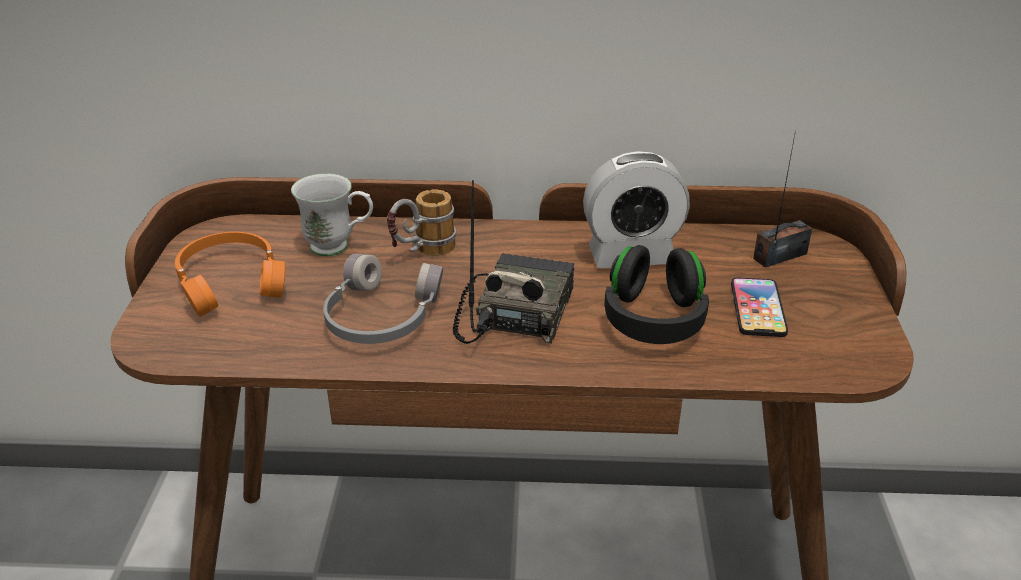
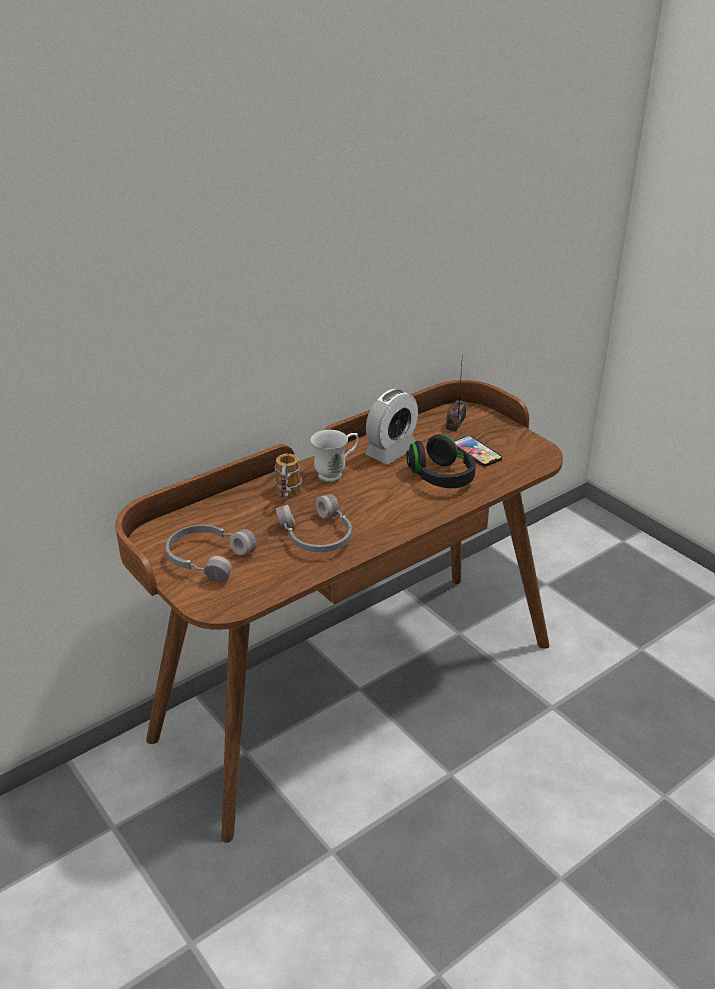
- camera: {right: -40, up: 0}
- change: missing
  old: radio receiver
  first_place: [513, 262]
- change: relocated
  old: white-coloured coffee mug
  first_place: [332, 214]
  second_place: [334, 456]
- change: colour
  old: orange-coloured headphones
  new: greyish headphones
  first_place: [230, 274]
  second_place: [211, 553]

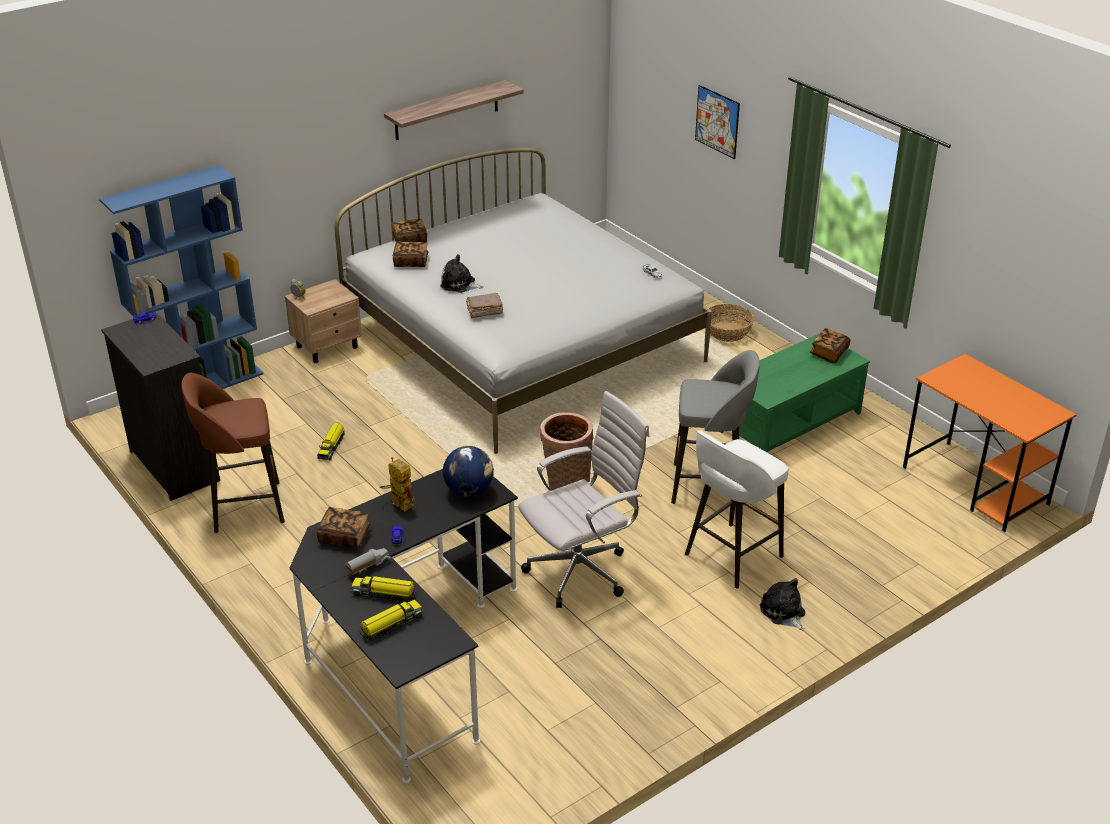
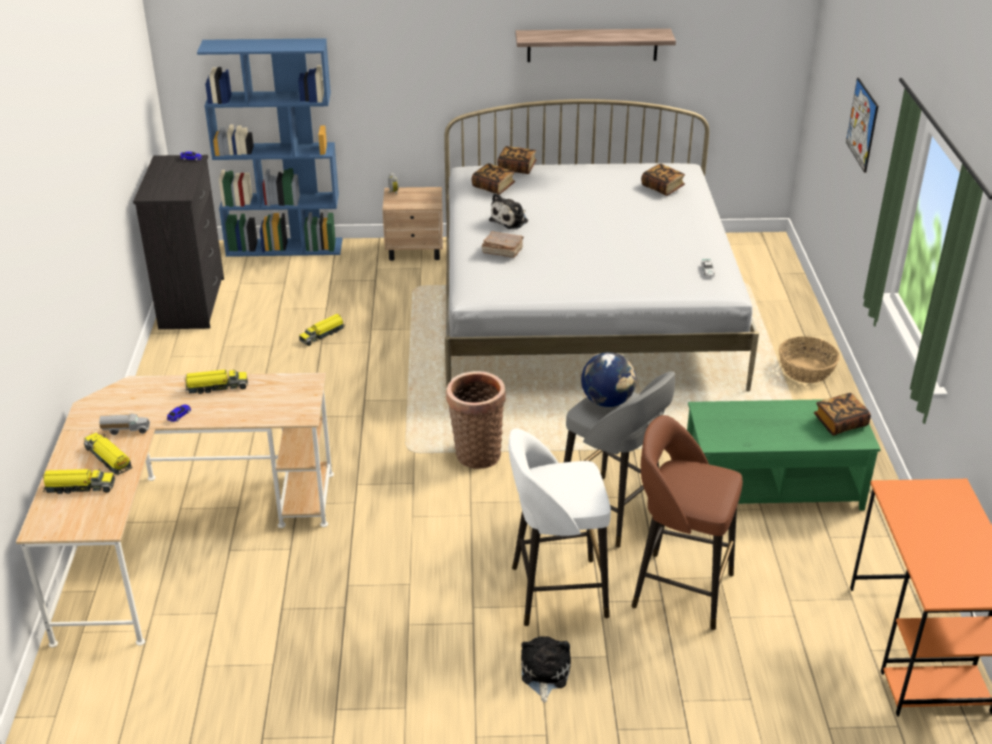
- camera: {right: 35, up: 0}
- change: missing
  old: white-coloured office chair
  first_place: [583, 499]
- change: relocated
  old: brown stool
  first_place: [233, 453]
  second_place: [687, 522]
- change: relocated
  old: bound book
  first_place: [343, 528]
  second_place: [663, 180]
- change: relocated
  old: world globe
  first_place: [468, 471]
  second_place: [608, 379]
- change: exchanged
  old: robot figure
  new: model truck
  first_place: [397, 484]
  second_place: [216, 381]
- change: colour
  old: blackish desk table
  new: beige-coloured desk table
  first_place: [404, 626]
  second_place: [175, 510]
- change: spun
  old: plush toy
  first_place: [462, 273]
  second_place: [508, 211]
  degrees: -105

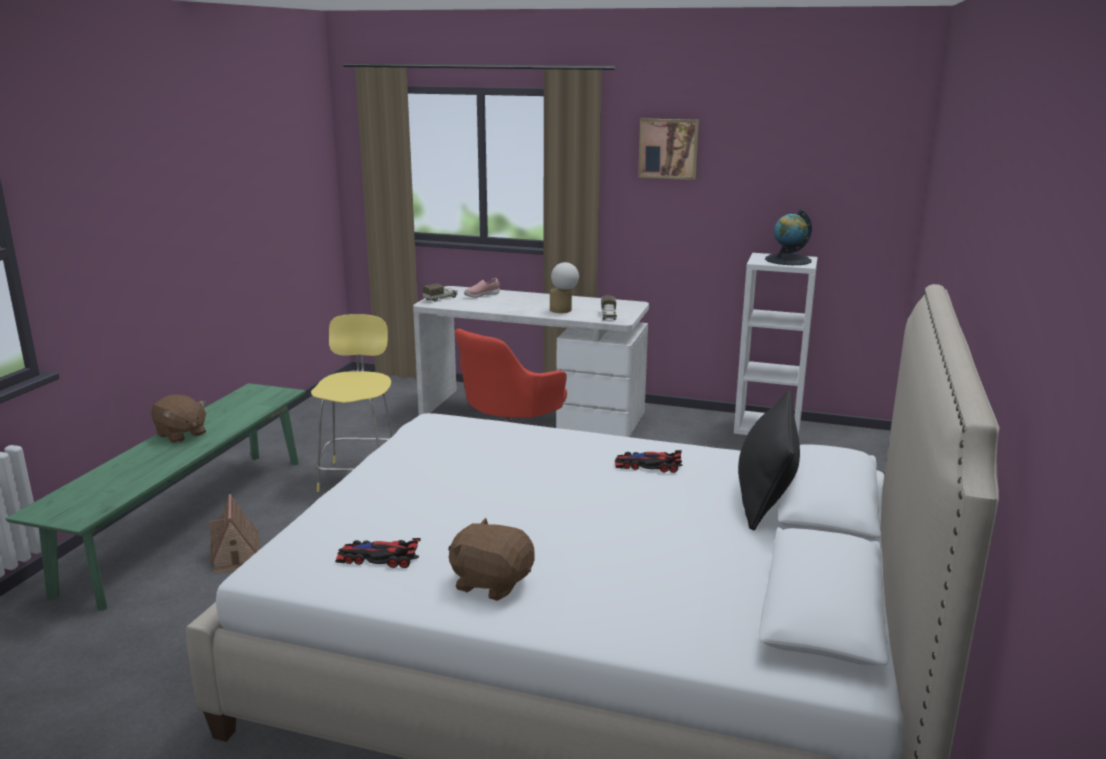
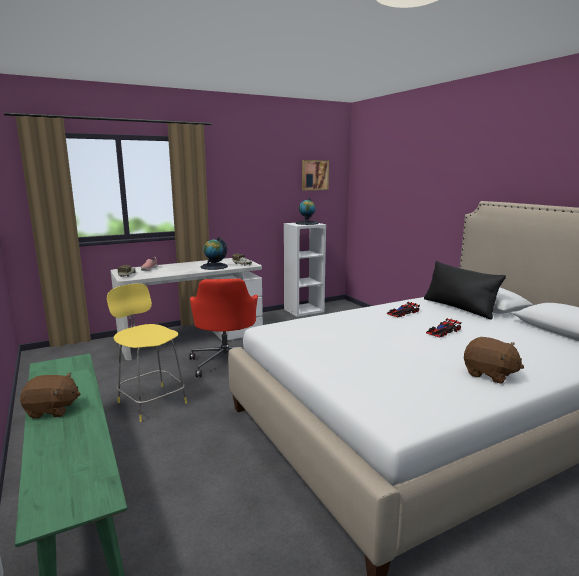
- camera: {right: -45, up: -5}
- change: missing
  old: miniature house
  first_place: [234, 534]
- change: relocated
  old: miniature car
  first_place: [378, 553]
  second_place: [443, 327]
- change: relocated
  old: wall picture
  first_place: [668, 149]
  second_place: [315, 175]
- change: exchanged
  old: tabletop lamp
  new: world globe
  first_place: [564, 287]
  second_place: [214, 253]
- change: spun
  old: brown plush toy
  first_place: [491, 559]
  second_place: [494, 360]
  degrees: -120

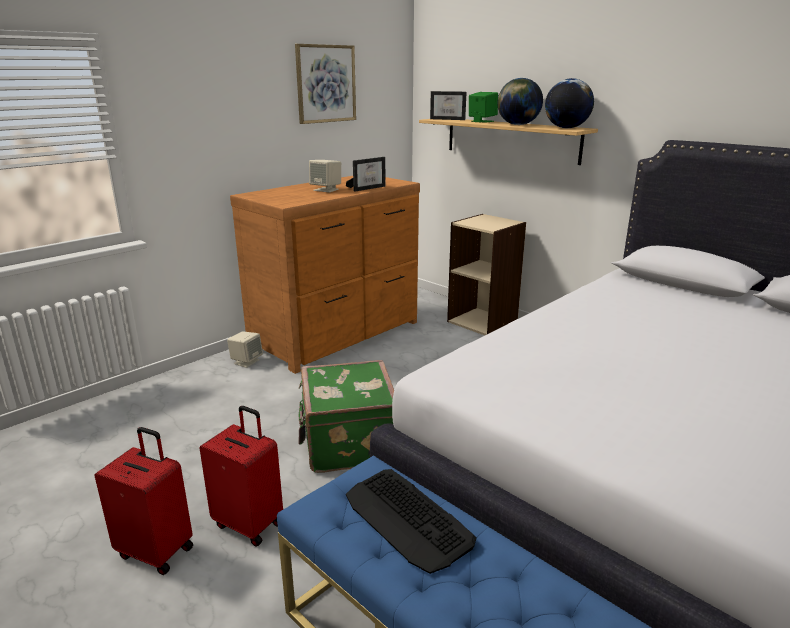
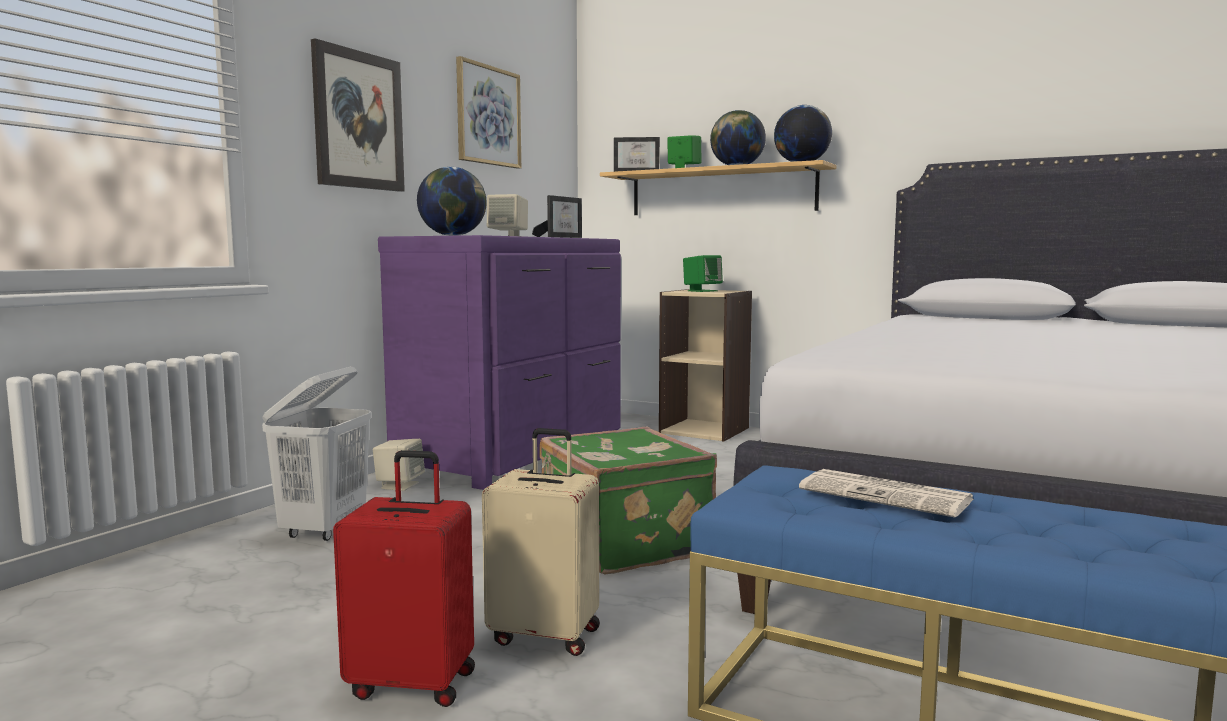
- camera: {right: -15, up: -15}
- change: appeared
  new: white-coloured hamper
  second_place: [316, 453]
- change: appeared
  new: wall picture
  second_place: [358, 115]
- change: appeared
  new: world globe
  second_place: [452, 201]
- change: appeared
  new: greenish speaker
  second_place: [703, 273]
- change: exchanged
  old: keyboard
  new: printed paper
  first_place: [411, 521]
  second_place: [886, 493]
- change: colour
  old: red piece of luggage
  new: beige-coloured piece of luggage
  first_place: [241, 476]
  second_place: [541, 542]
- change: colour
  old: brown chest of drawers
  new: purplish chest of drawers
  first_place: [325, 275]
  second_place: [499, 362]

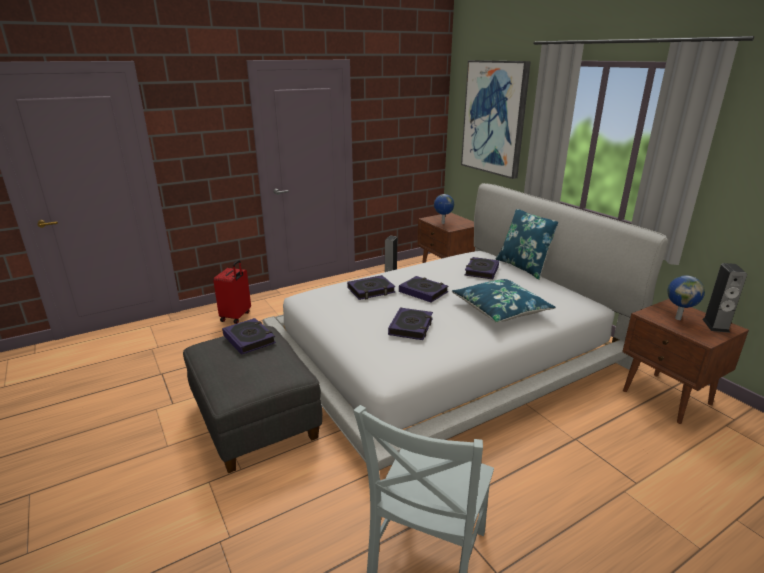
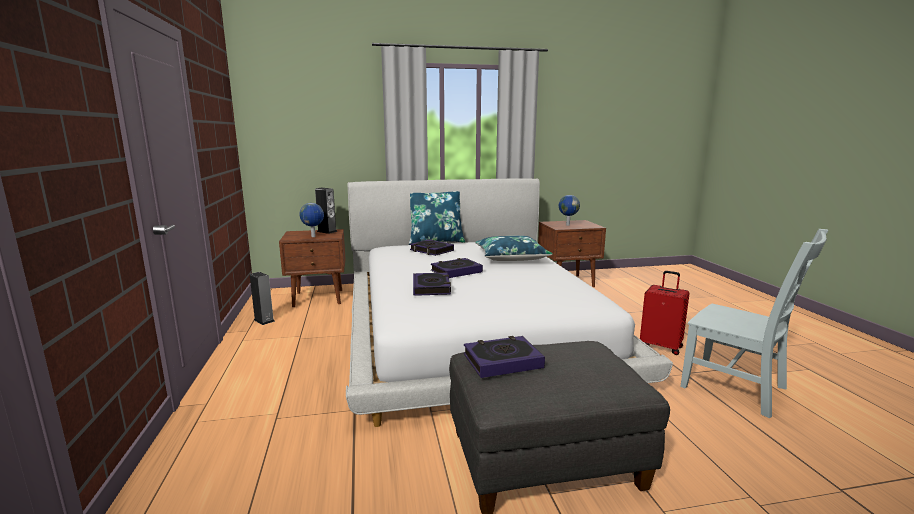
- camera: {right: -70, up: -10}
- change: missing
  old: bound book
  first_place: [410, 324]
- change: missing
  old: wall picture
  first_place: [496, 119]
- change: relocated
  old: red piece of luggage
  first_place: [232, 292]
  second_place: [665, 313]
- change: relocated
  old: speaker
  first_place: [724, 298]
  second_place: [326, 211]

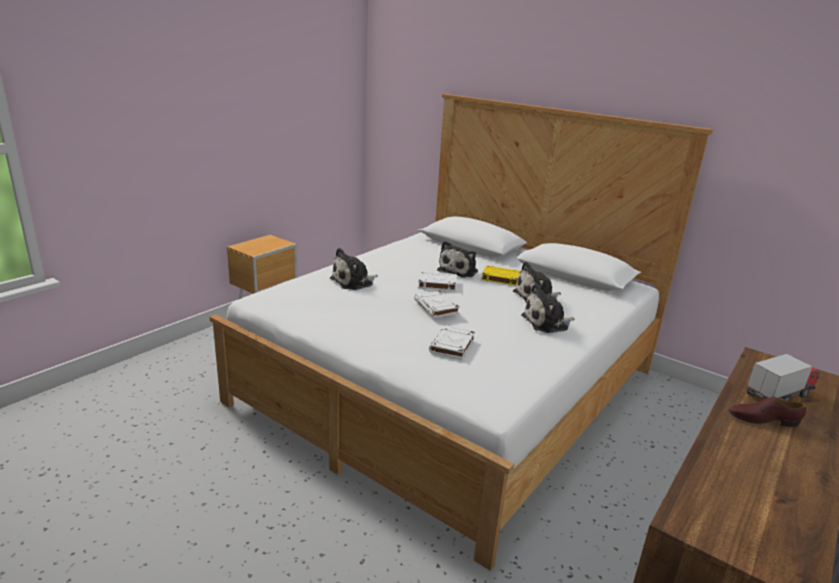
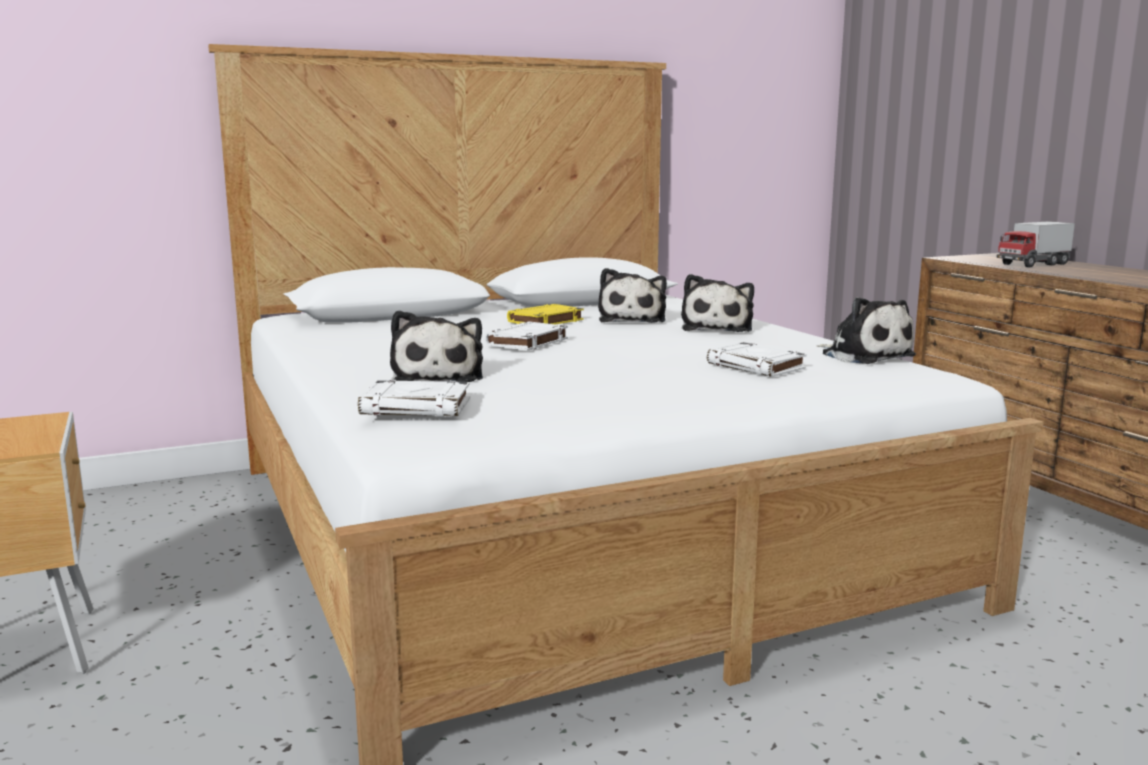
- camera: {right: -60, up: -10}
- change: missing
  old: brown item of footwear
  first_place: [767, 412]
- change: relocated
  old: white-coloured bound book
  first_place: [437, 304]
  second_place: [414, 398]
- change: relocated
  old: plush toy
  first_place: [457, 259]
  second_place: [866, 330]
- change: spun
  old: model truck
  first_place: [783, 377]
  second_place: [1035, 244]
  degrees: -120

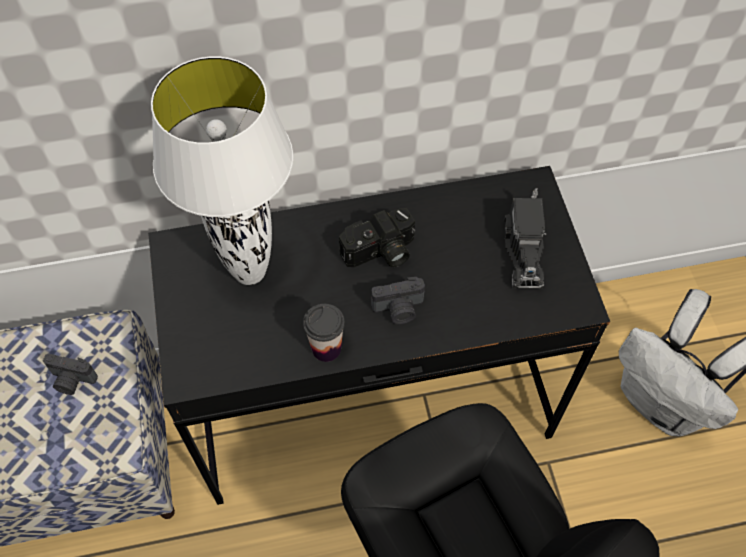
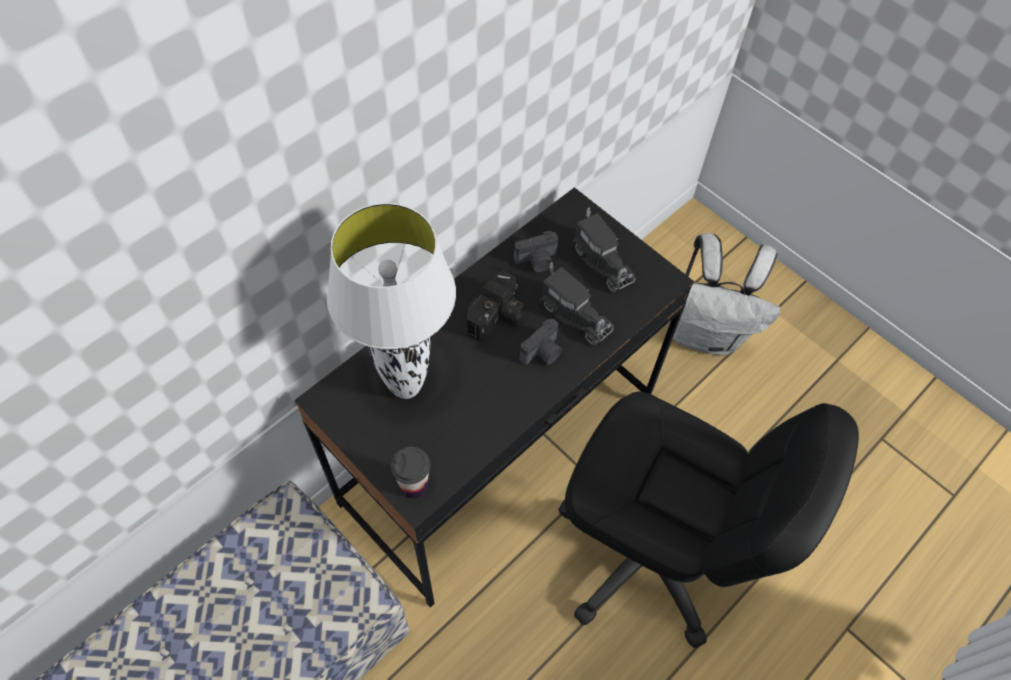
- camera: {right: -35, up: 0}
- change: appeared
  new: model truck
  second_place: [576, 304]
- change: relocated
  old: still camera
  first_place: [70, 374]
  second_place: [536, 251]
- change: relocated
  old: drinking cup
  first_place: [324, 333]
  second_place: [410, 473]

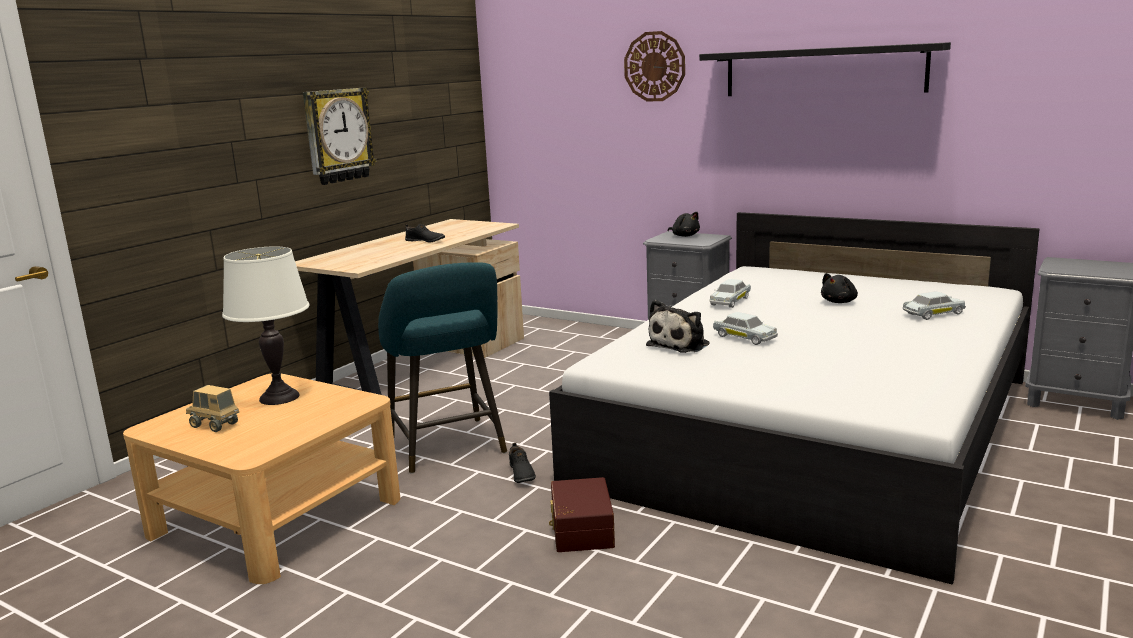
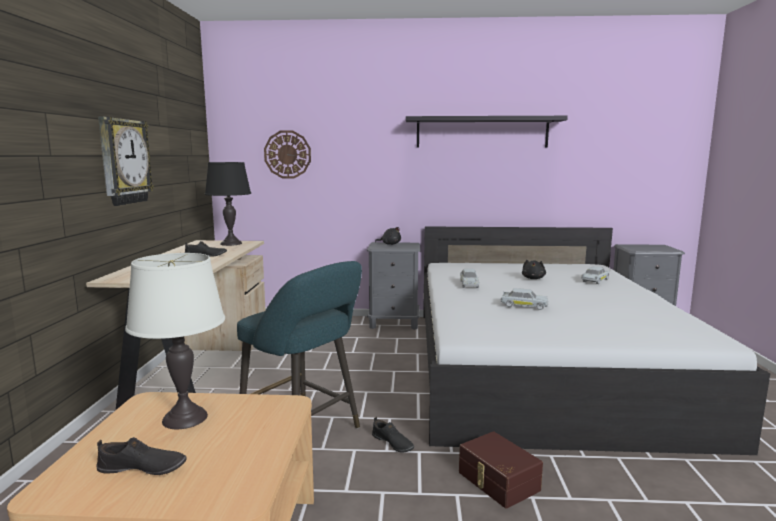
- camera: {right: -30, up: -5}
- change: missing
  old: plush toy
  first_place: [678, 326]
- change: appeared
  new: blackish tabletop lamp
  second_place: [228, 204]
- change: relocated
  old: wall clock
  first_place: [654, 66]
  second_place: [287, 154]
- change: exchanged
  old: model truck
  new: blackish item of footwear
  first_place: [212, 408]
  second_place: [141, 456]

